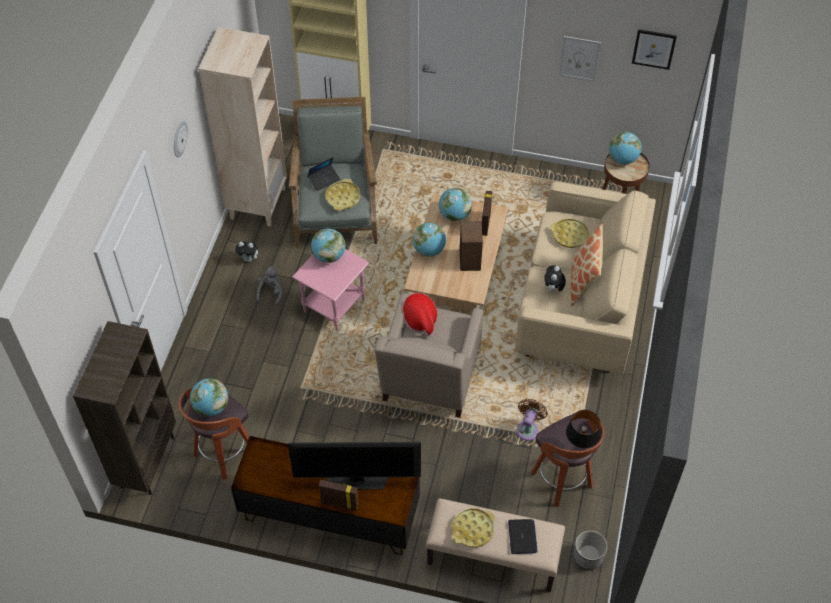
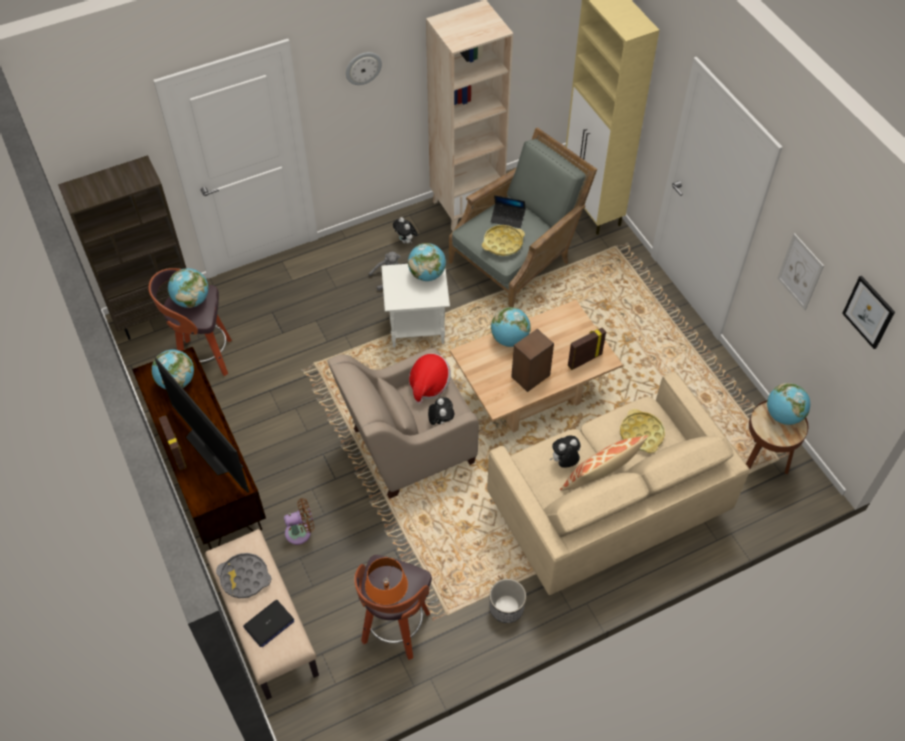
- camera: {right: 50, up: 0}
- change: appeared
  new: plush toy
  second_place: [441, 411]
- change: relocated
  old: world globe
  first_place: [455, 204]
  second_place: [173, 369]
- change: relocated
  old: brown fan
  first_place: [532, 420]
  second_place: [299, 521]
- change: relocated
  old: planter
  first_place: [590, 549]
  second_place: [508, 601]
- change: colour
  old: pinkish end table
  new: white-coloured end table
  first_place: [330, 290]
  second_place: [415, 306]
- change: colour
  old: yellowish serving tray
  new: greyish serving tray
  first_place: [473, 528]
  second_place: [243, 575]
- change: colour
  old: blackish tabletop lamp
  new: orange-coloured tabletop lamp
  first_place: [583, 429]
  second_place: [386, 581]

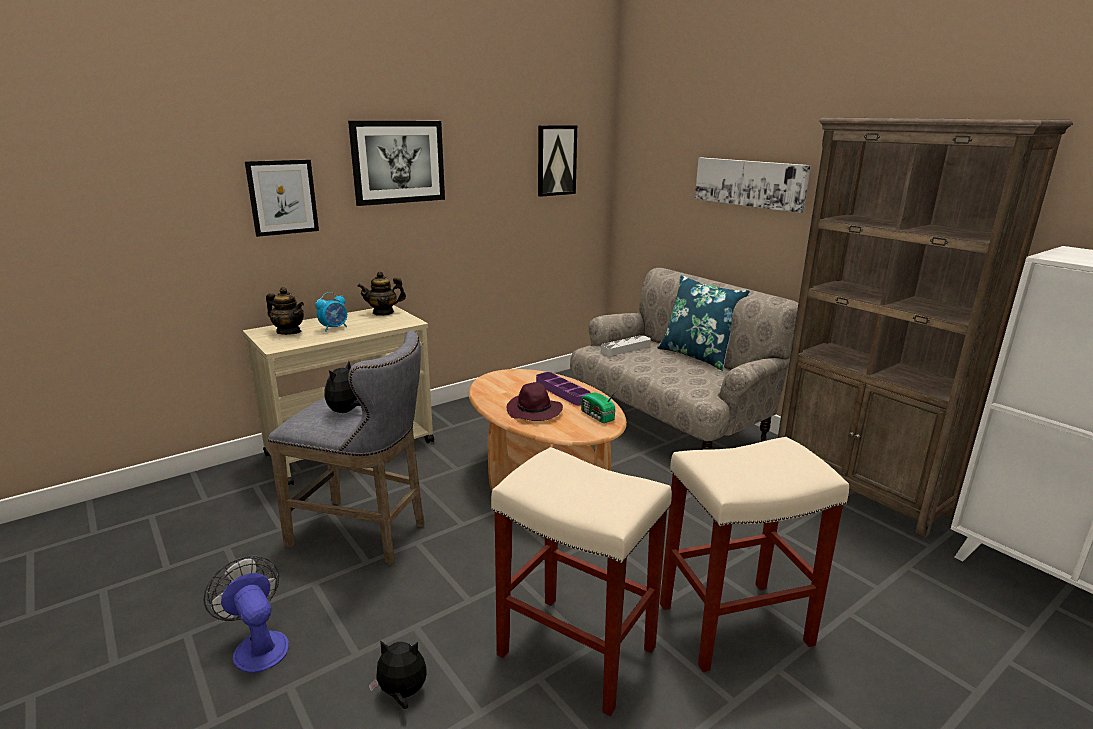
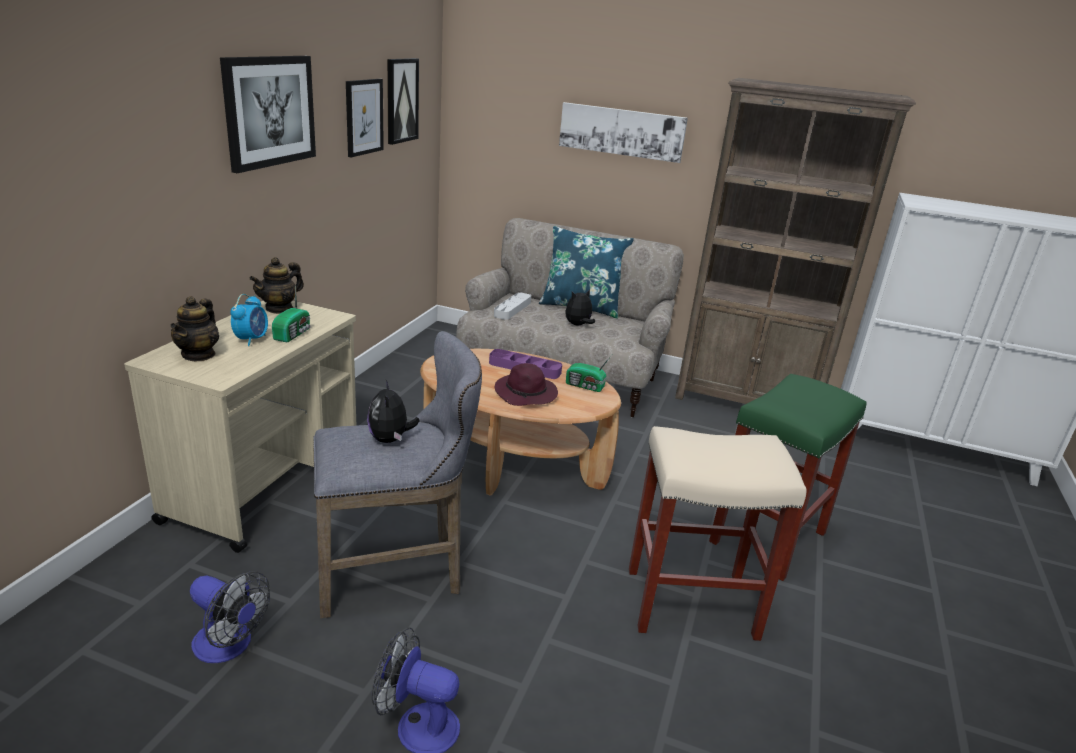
- camera: {right: -35, up: 5}
- change: appeared
  new: fan
  second_place: [230, 617]
- change: appeared
  new: radio receiver
  second_place: [291, 313]
- change: relocated
  old: wall picture
  first_place: [282, 198]
  second_place: [365, 118]
- change: relocated
  old: plush toy
  first_place: [398, 674]
  second_place: [580, 307]
- change: colour
  old: beige-coloured stool
  new: greenish stool
  first_place: [754, 554]
  second_place: [788, 477]
- change: spun
  old: pot for tea
  first_place: [285, 311]
  second_place: [194, 328]
  degrees: 105

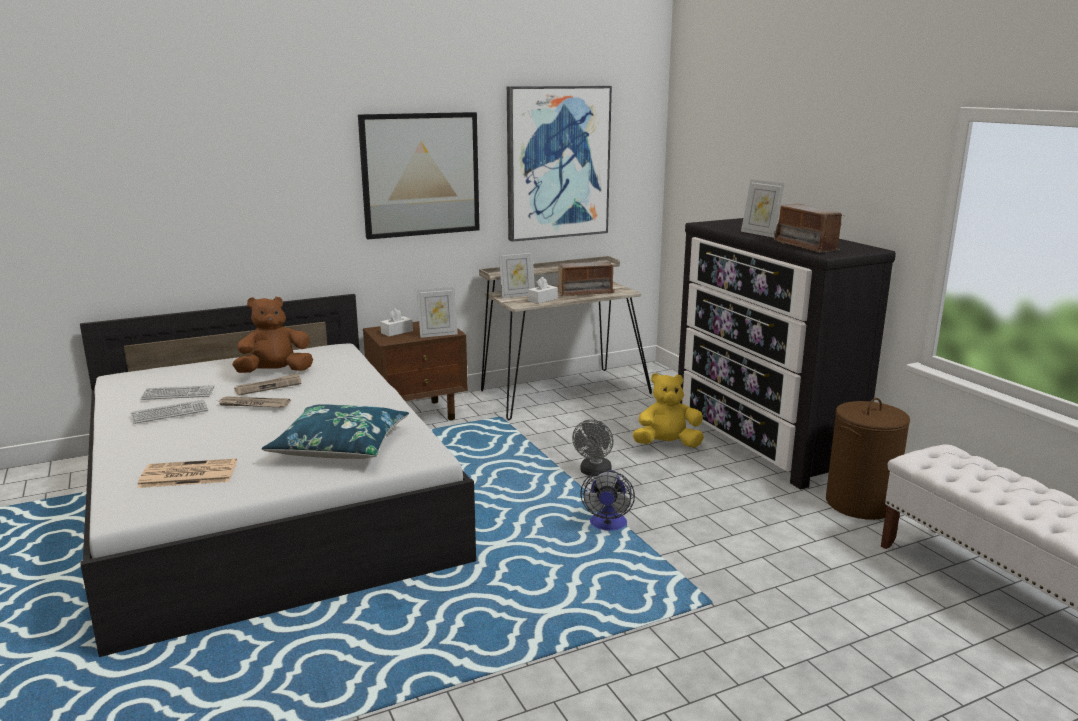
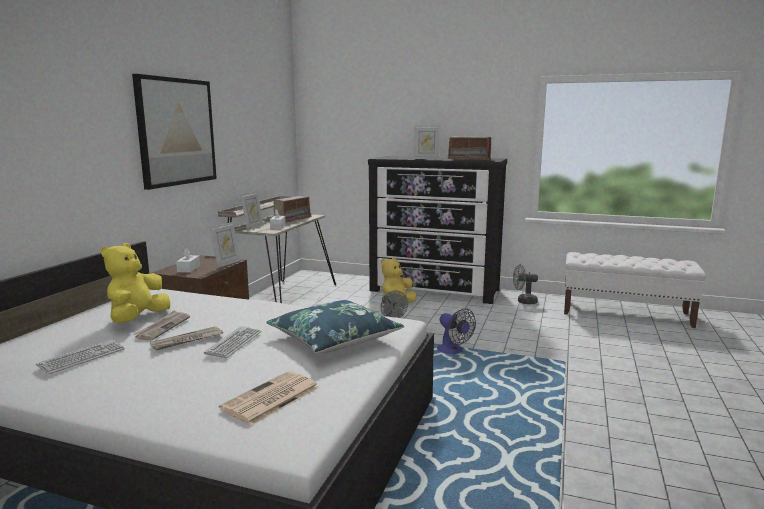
- camera: {right: -45, up: -5}
- change: missing
  old: wall picture
  first_place: [559, 164]
- change: relocated
  old: keyboard
  first_place: [169, 411]
  second_place: [232, 342]
- change: exchanged
  old: brown hamper
  new: greyish fan
  first_place: [868, 459]
  second_place: [525, 284]
- change: colour
  old: brown plush toy
  new: yellowish plush toy
  first_place: [272, 335]
  second_place: [135, 283]

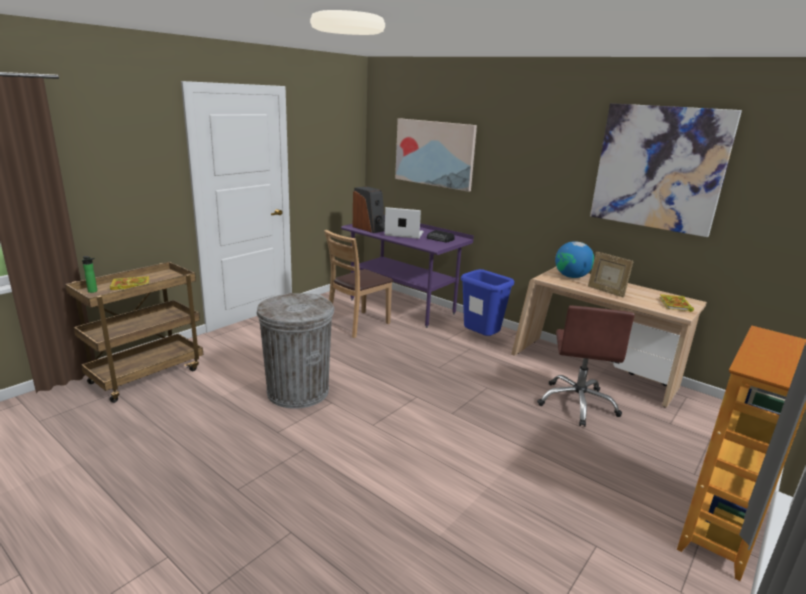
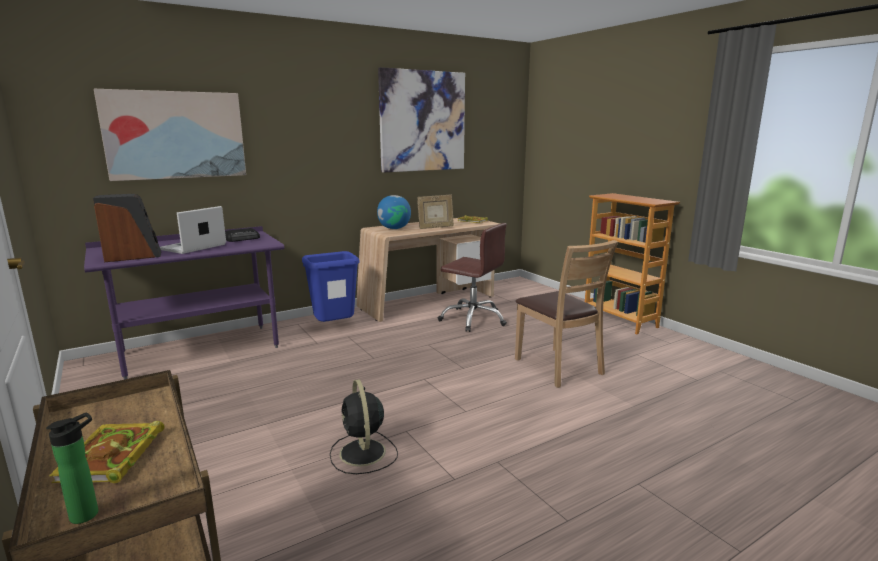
- camera: {right: -70, up: -5}
- change: relocated
  old: brown chair
  first_place: [358, 284]
  second_place: [566, 314]
- change: exchanged
  old: greyish waste bin
  new: blackish fan
  first_place: [295, 351]
  second_place: [364, 426]

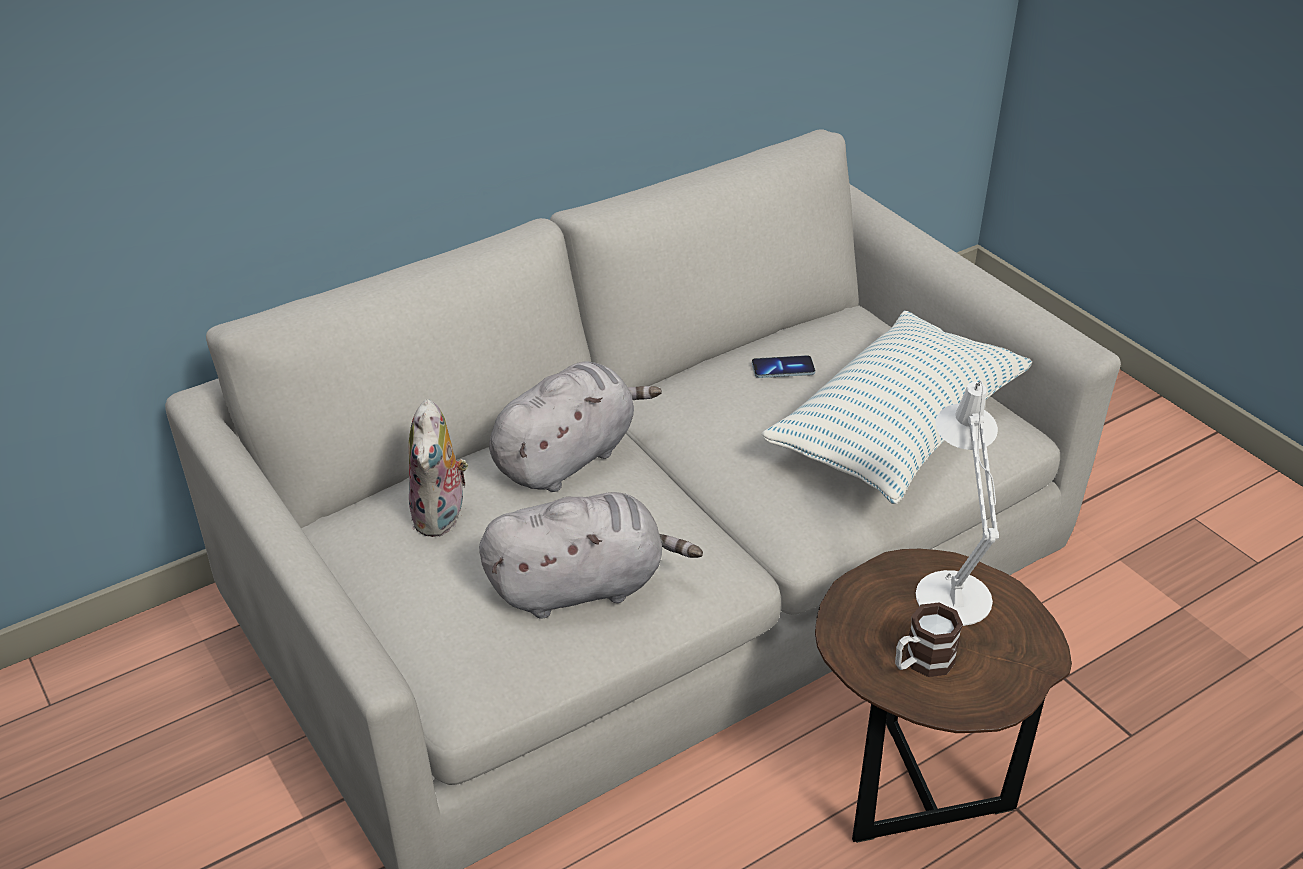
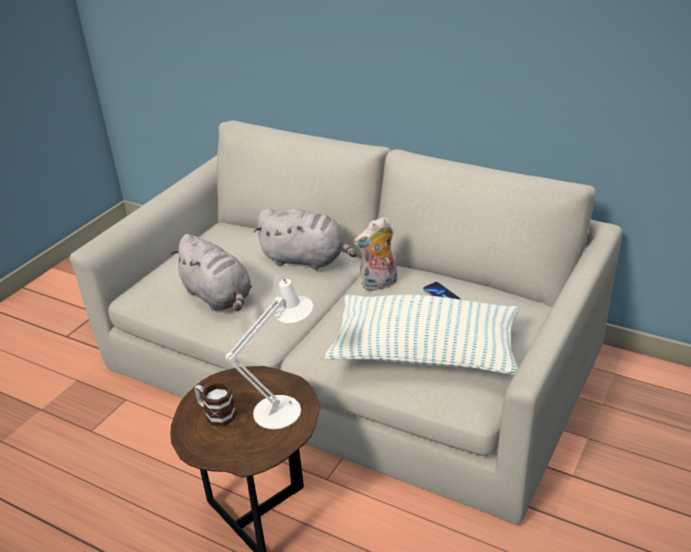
- camera: {right: 65, up: -5}
- change: relocated
  old: plush toy
  first_place: [438, 468]
  second_place: [375, 254]

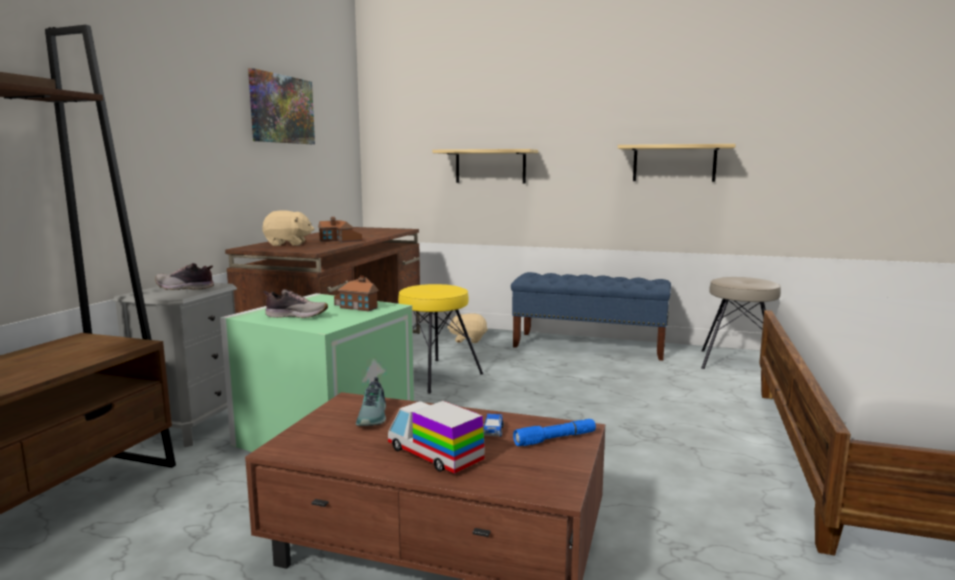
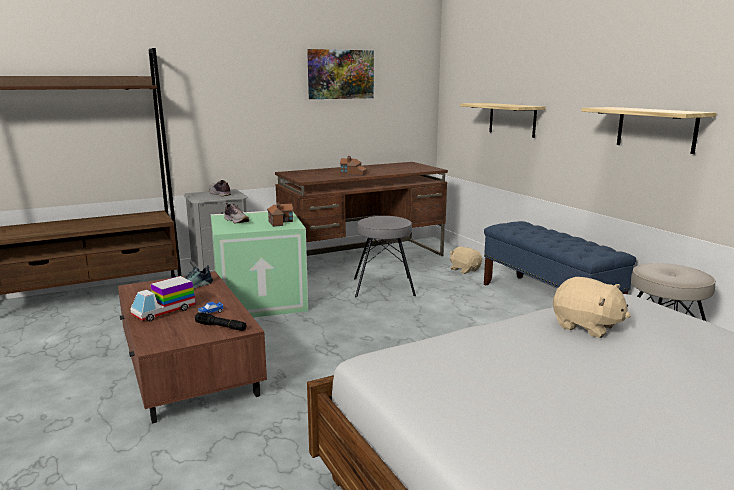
- camera: {right: 45, up: 5}
- change: relocated
  old: beige-coloured plush toy
  first_place: [288, 228]
  second_place: [592, 307]
- change: colour
  old: yellowish stool
  new: greyish stool
  first_place: [440, 339]
  second_place: [385, 256]
- change: colour
  old: bluish torch
  new: blackish torch
  first_place: [554, 432]
  second_place: [221, 321]
- change: spun
  old: model truck
  first_place: [436, 437]
  second_place: [163, 299]
  degrees: -135

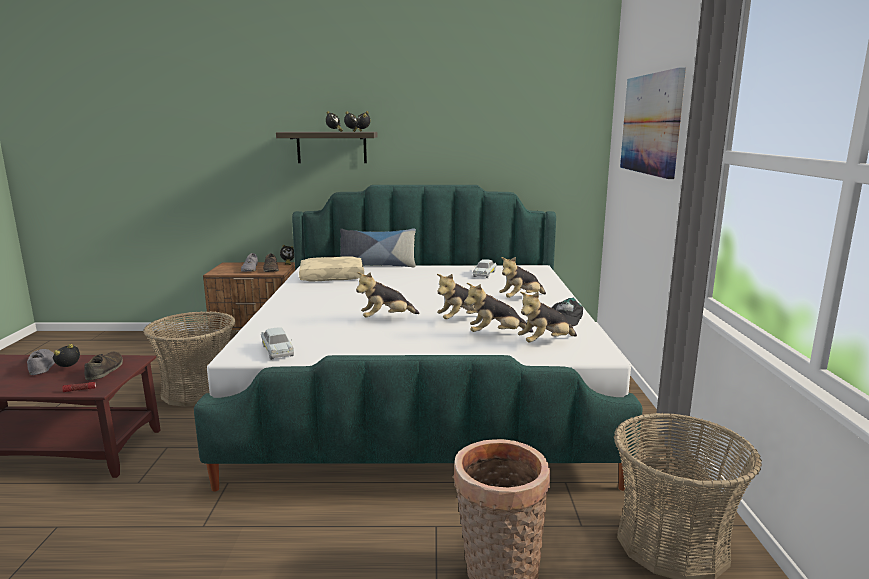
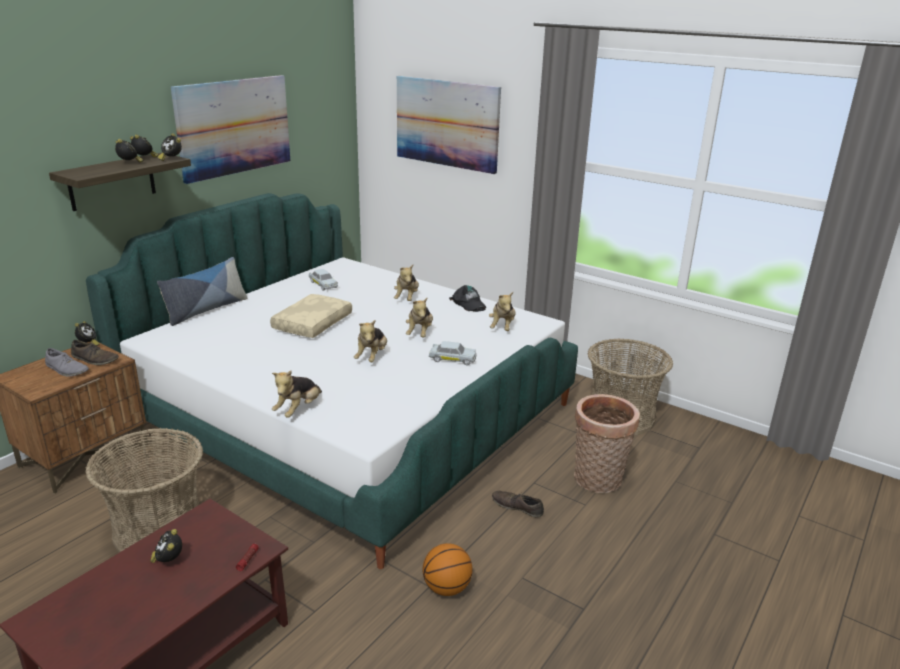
- camera: {right: -55, up: 10}
- change: missing
  old: greyish item of footwear
  first_place: [41, 362]
- change: appeared
  new: wall picture
  second_place: [230, 129]
- change: appeared
  new: basketball ball
  second_place: [448, 569]
- change: relocated
  old: brown item of footwear
  first_place: [103, 366]
  second_place: [518, 504]
- change: relocated
  old: white-coloured miniature car
  first_place: [277, 343]
  second_place: [452, 353]
- change: relocated
  old: beige-coloured pillow
  first_place: [331, 269]
  second_place: [311, 316]
- change: relocated
  old: plush toy
  first_place: [498, 308]
  second_place: [297, 394]

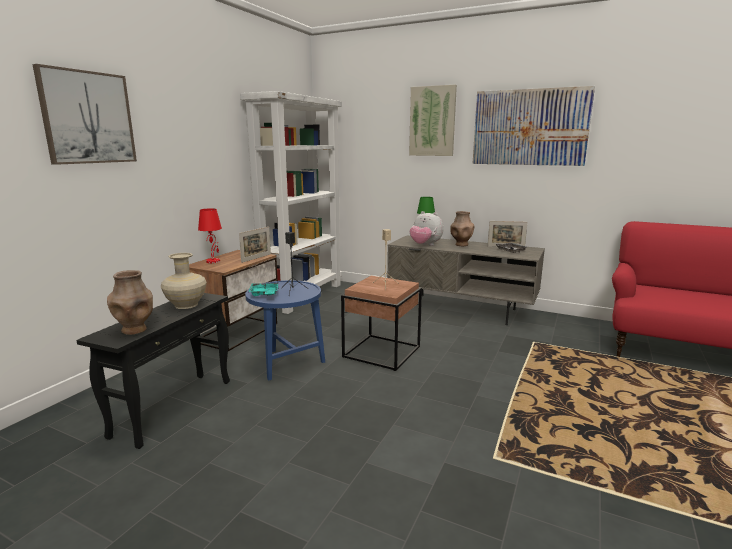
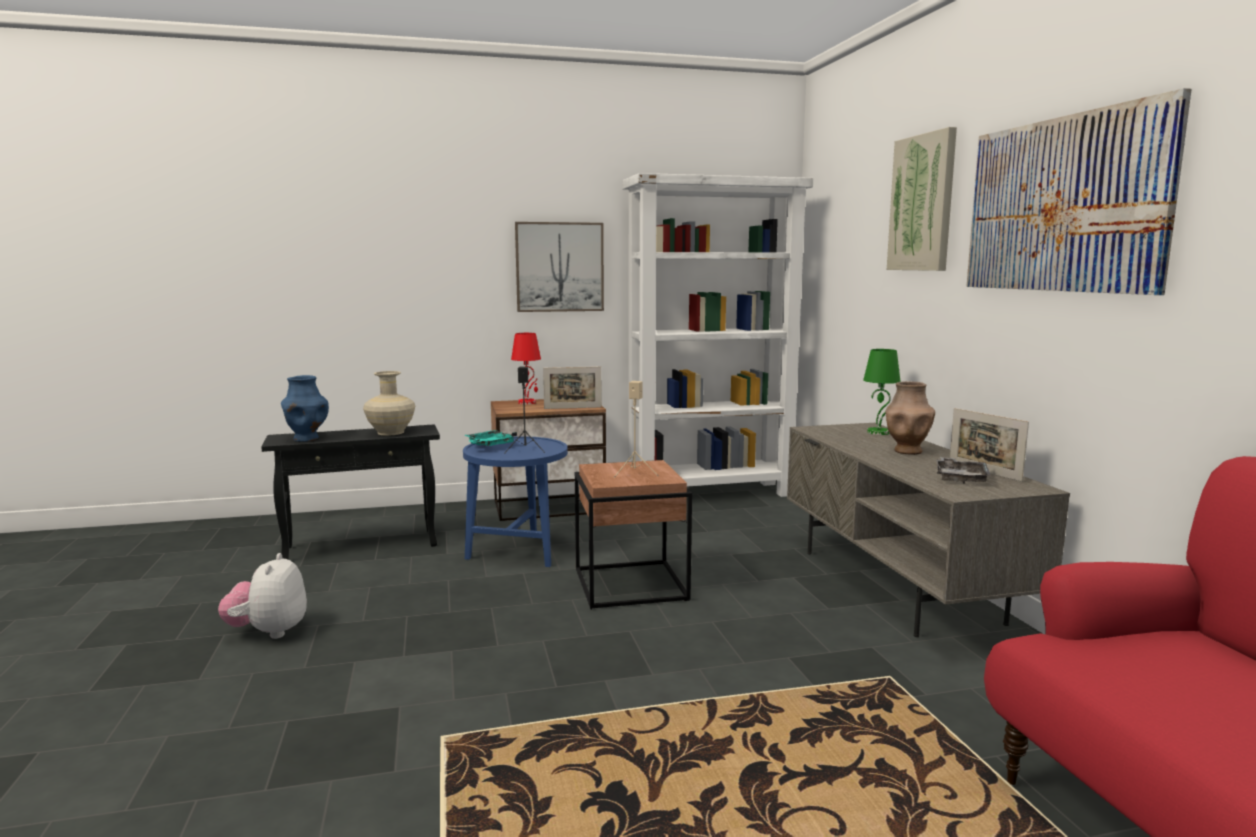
- camera: {right: 50, up: -5}
- change: relocated
  old: wall picture
  first_place: [84, 114]
  second_place: [559, 267]
- change: relocated
  old: plush toy
  first_place: [427, 228]
  second_place: [262, 596]
- change: colour
  old: brown vase
  new: bluish vase
  first_place: [130, 302]
  second_place: [305, 408]

